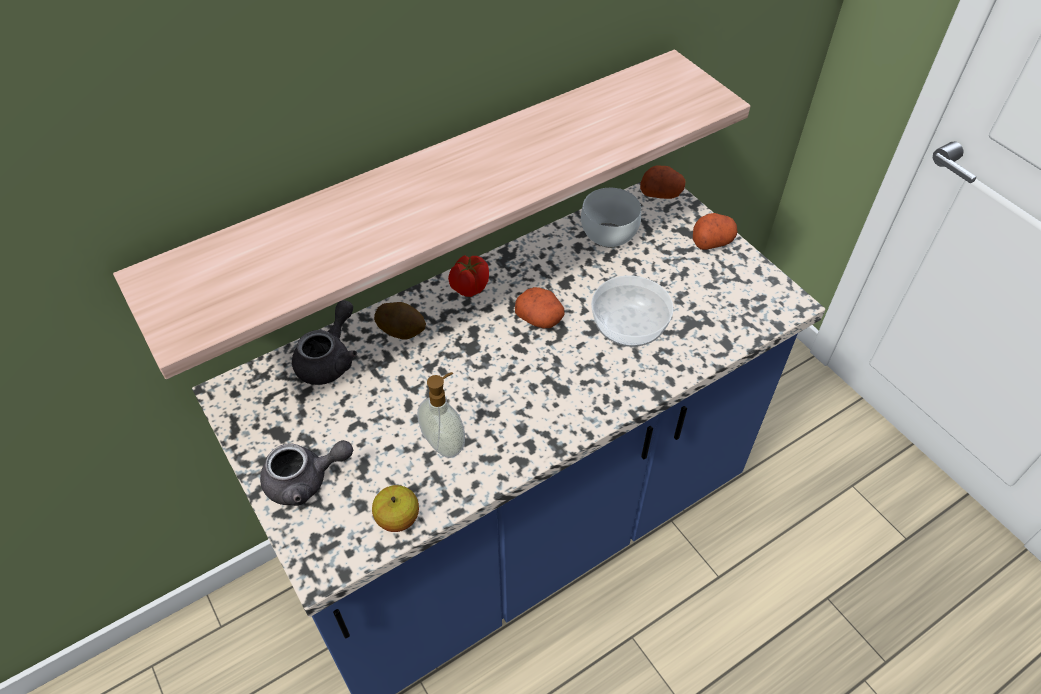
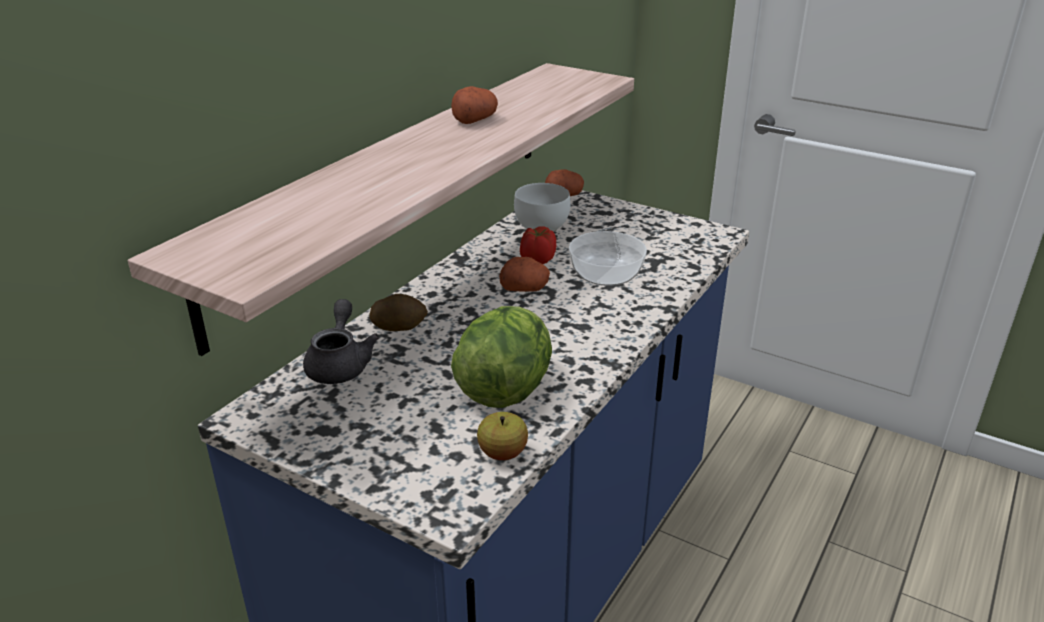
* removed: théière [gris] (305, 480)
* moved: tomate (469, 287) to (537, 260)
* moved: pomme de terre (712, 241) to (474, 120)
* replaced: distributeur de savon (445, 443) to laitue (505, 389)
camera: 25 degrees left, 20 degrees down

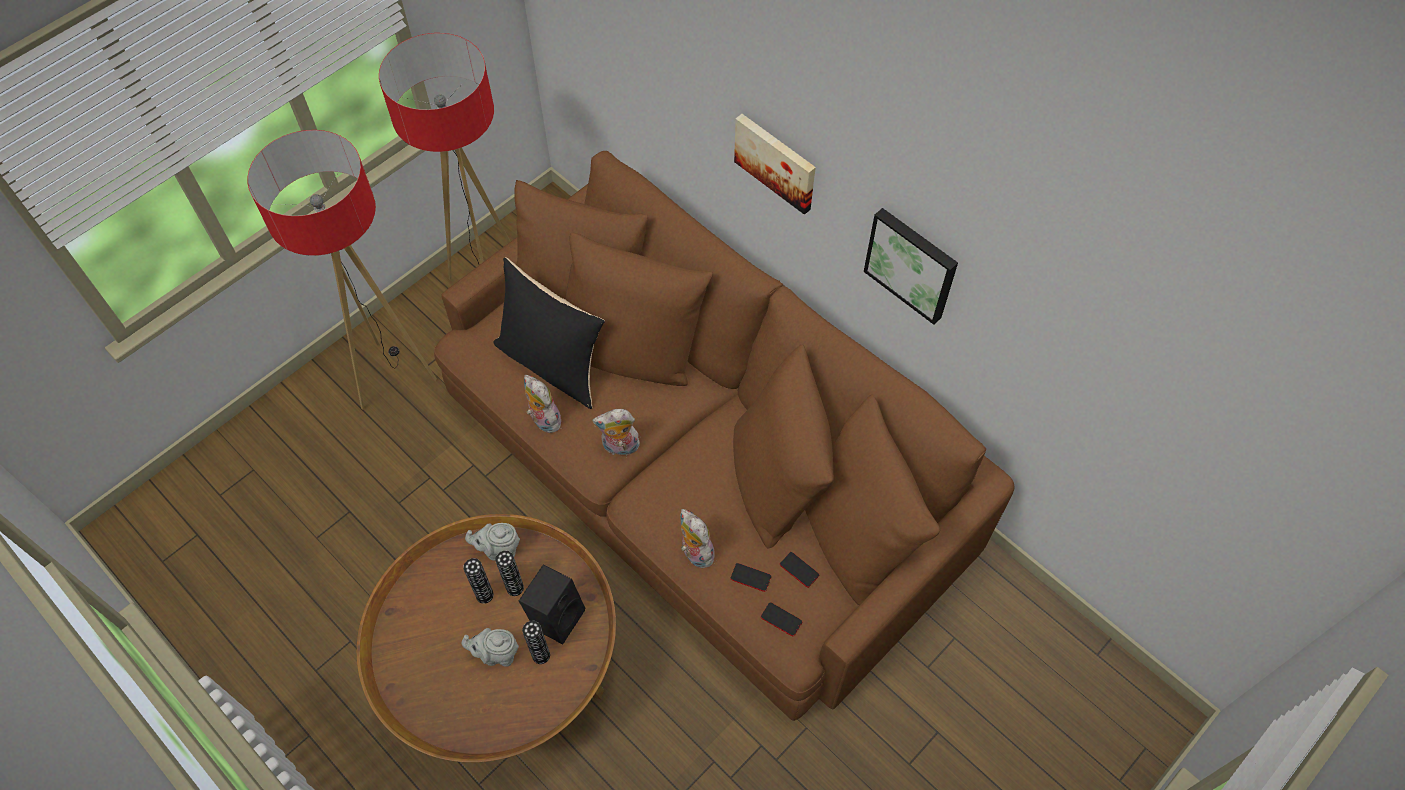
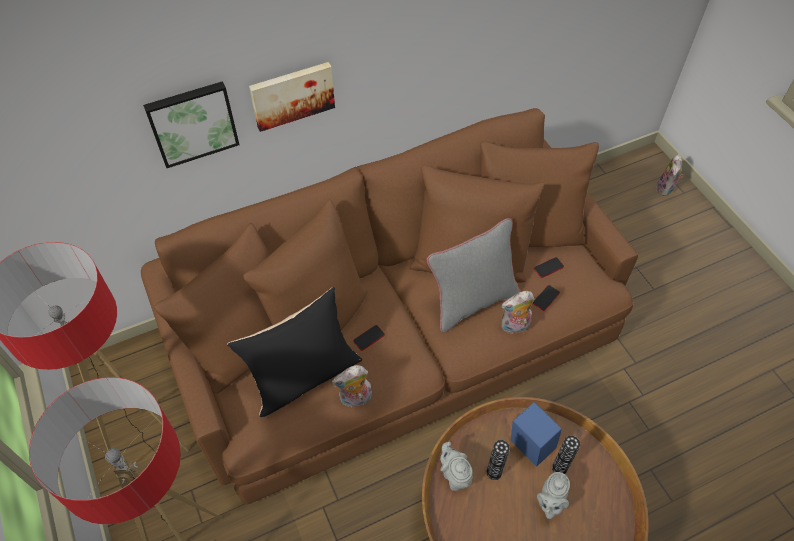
* removed: vase (484, 595)
* added: coussin [gris] (471, 302)
* moved: peluche (620, 447) to (666, 189)
* moved: téléphone (781, 619) to (369, 338)
* moved: tableau (912, 263) to (192, 122)
* recoloured: enceinte [noir] (556, 616) to enceinte [bleu] (528, 447)
* turned: théière [gris] (499, 549) = (455, 475) 135 degrees clockwise
camera: 70 degrees left, 5 degrees down

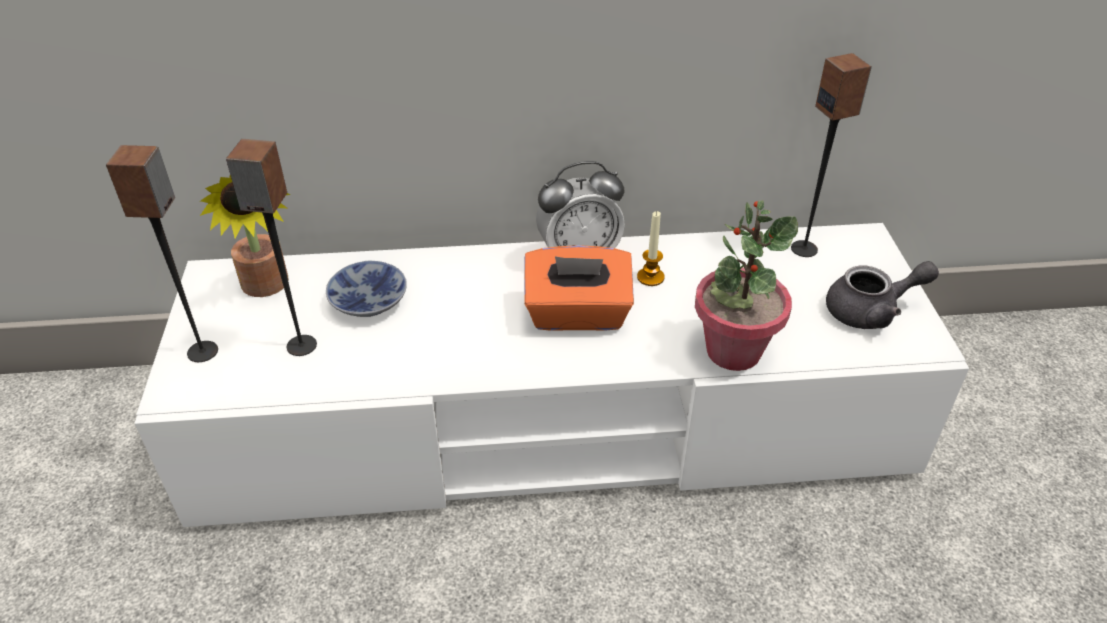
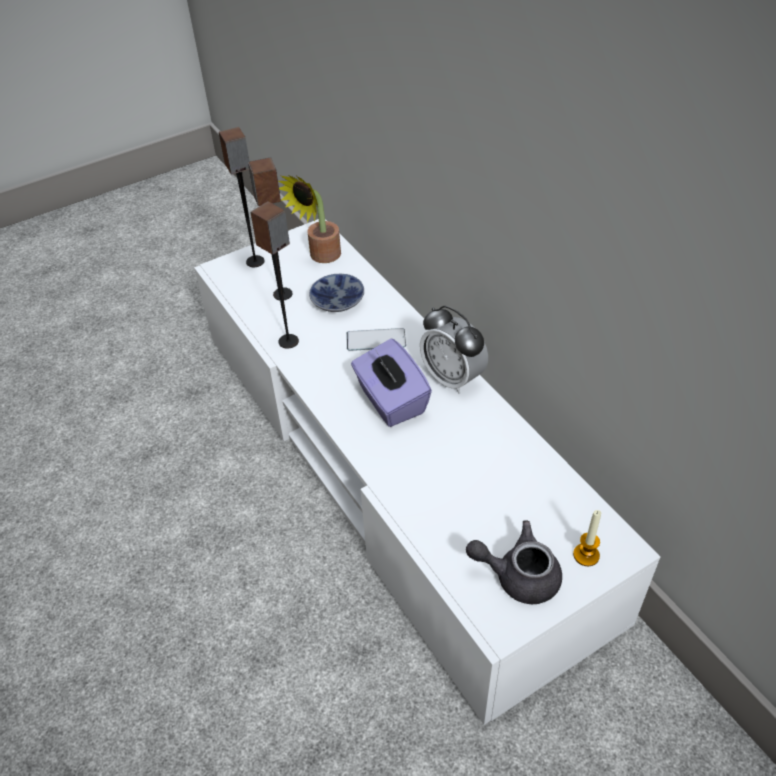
* removed: plante en pot (733, 351)
* added: téléphone (376, 340)
* moved: bougie (650, 277) to (586, 555)
* moved: enceinte (804, 249) to (289, 341)
* recoloured: boîte à mouchoirs [orange] (577, 315) to boîte à mouchoirs [violet] (390, 400)
* turned: théière [gris] (871, 311) = (518, 575) 135 degrees clockwise
camera: 65 degrees right, 5 degrees up

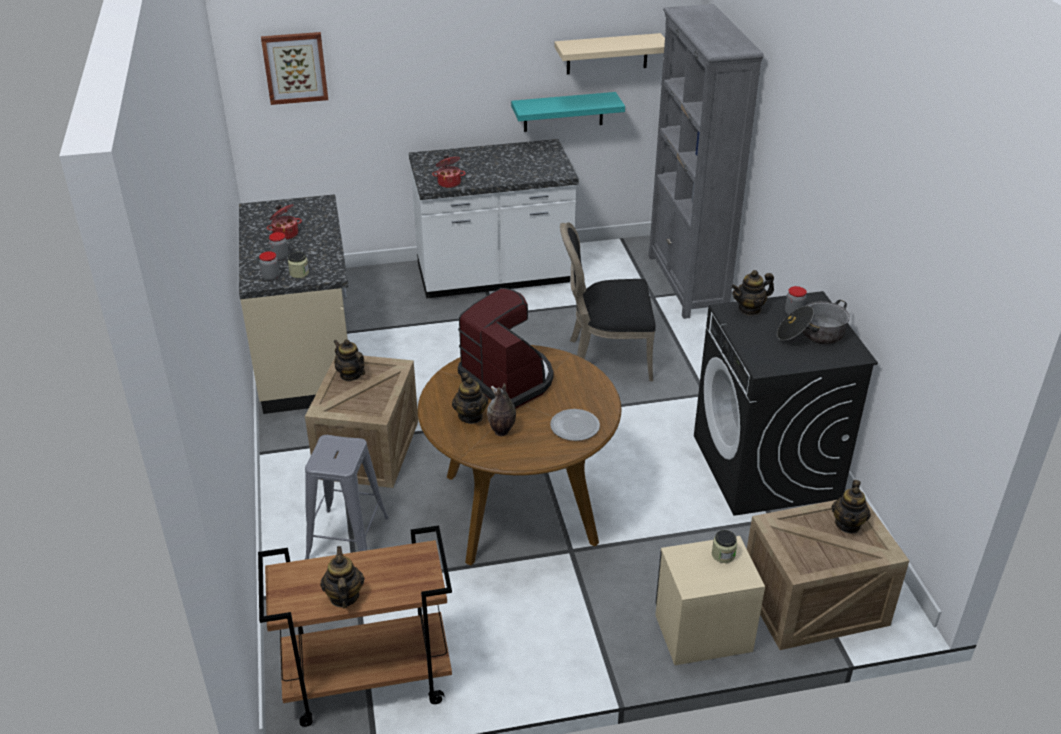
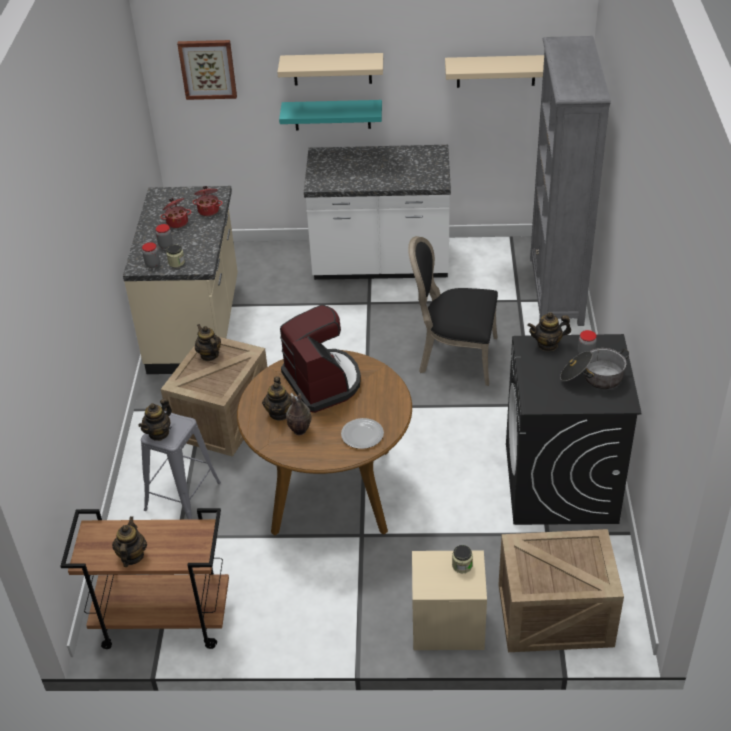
* added: étagère [beige] (332, 69)
* moved: marmite (449, 182) to (208, 210)
* moved: étagère [turquoise] (563, 112) to (332, 115)
* moved: théière (848, 524) to (159, 433)
camera: 15 degrees right, 5 degrees up

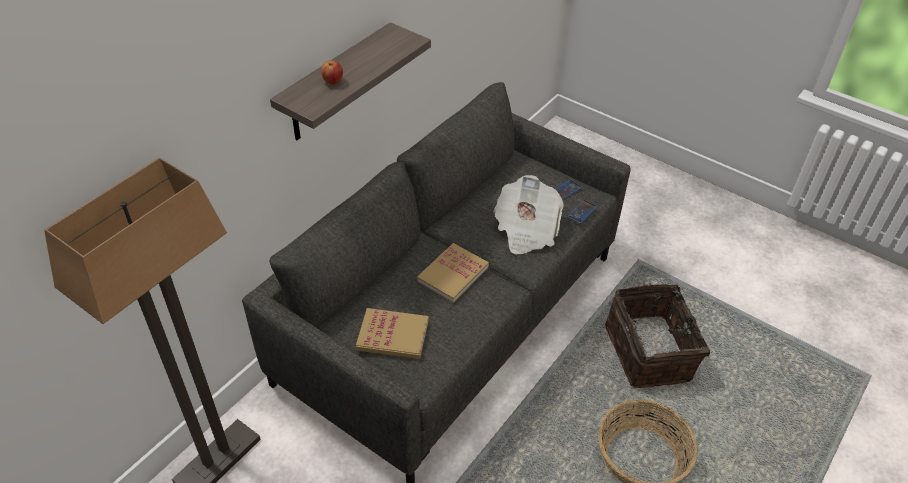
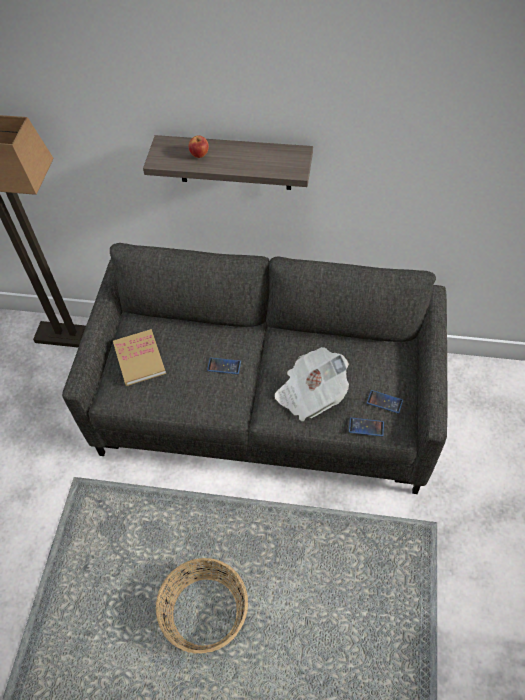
* removed: panier (651, 352)
* replaced: livre (452, 274) to téléphone (224, 366)
camera: 65 degrees right, 10 degrees up

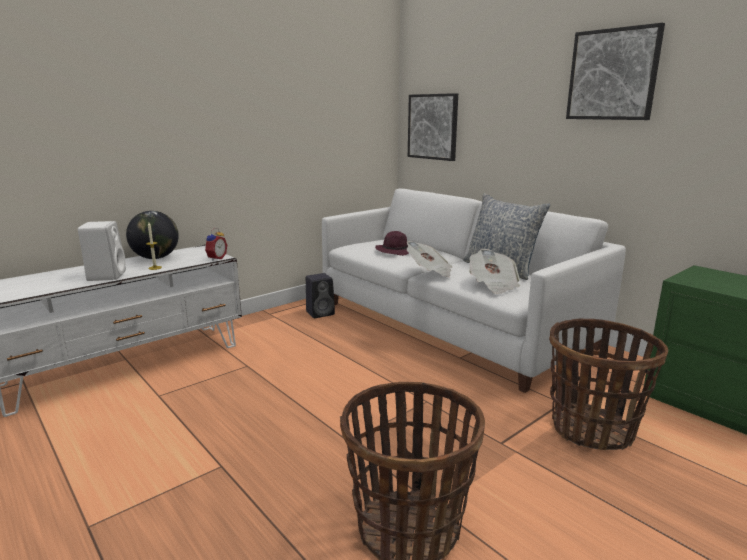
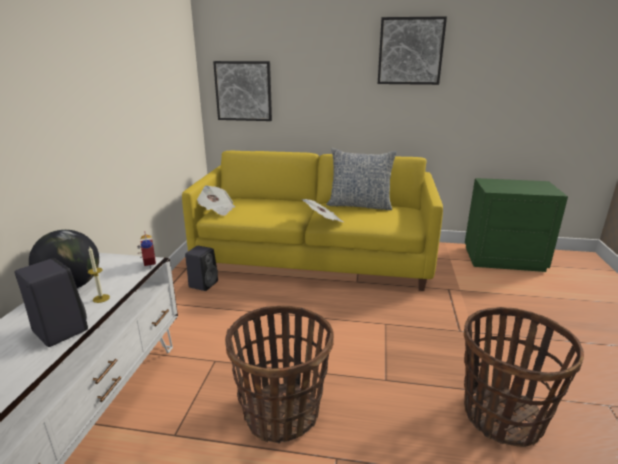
* removed: chapeau [violet] (395, 251)
* moved: journal (493, 285) to (216, 210)
* moved: panier (592, 429) to (282, 413)
* recoloured: enceinte [blanc] (106, 275) to enceinte [noir] (59, 330)
* recoloured: canapé [blanc] (451, 324) to canapé [jaune] (315, 257)
camera: 40 degrees left, 5 degrees up

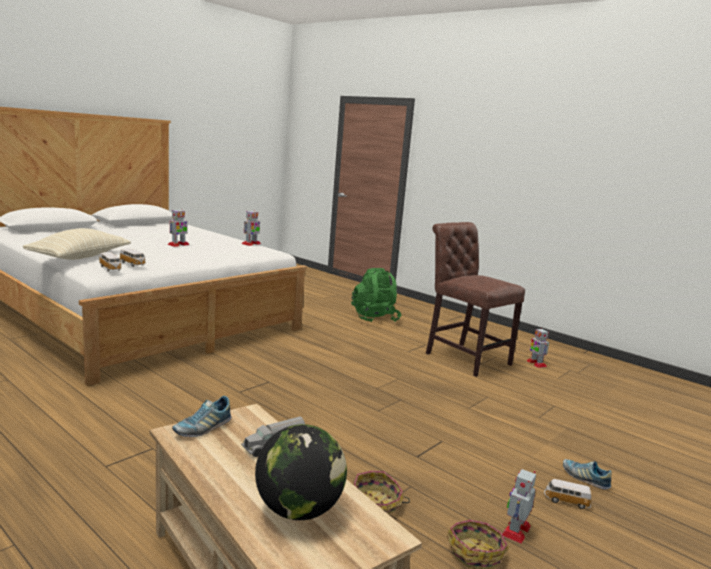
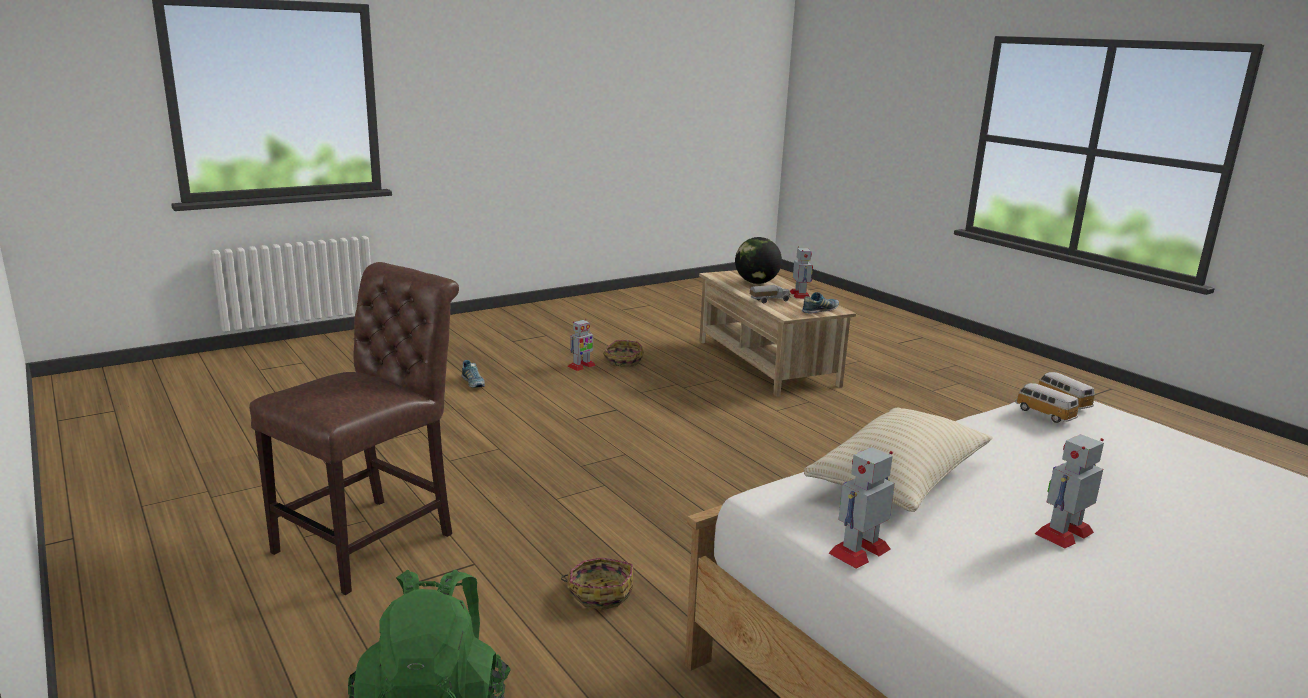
* removed: petite voiture (566, 501)
* moved: coussin [beige] (79, 257) to (898, 481)
* moved: panier (376, 503) to (600, 592)
* moved: robot jouet (536, 363) to (800, 295)
* turned: chaise [marron] (464, 357) = (373, 539) 120 degrees counterclockwise
camera: 165 degrees left, 5 degrees up

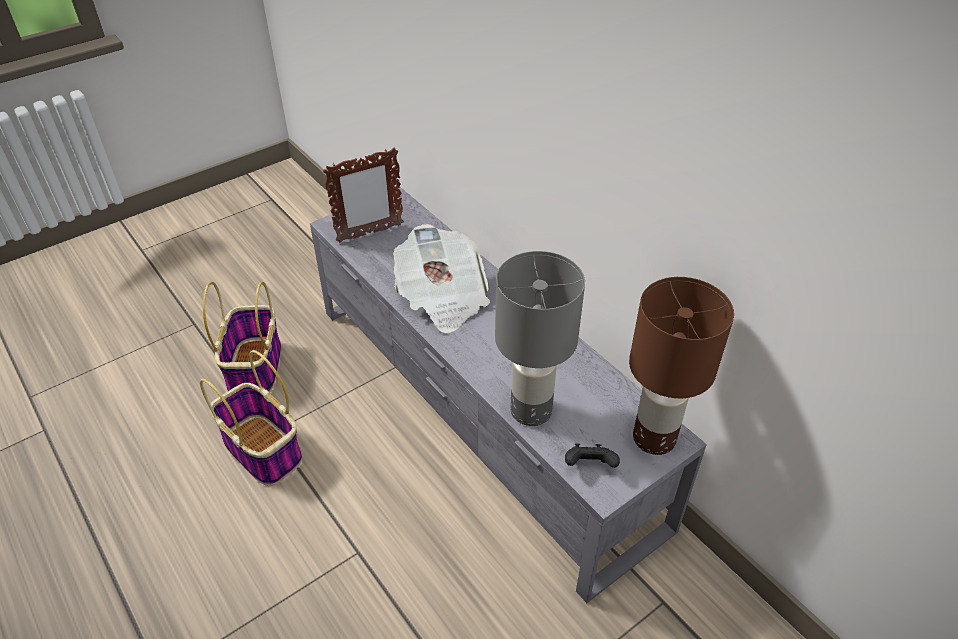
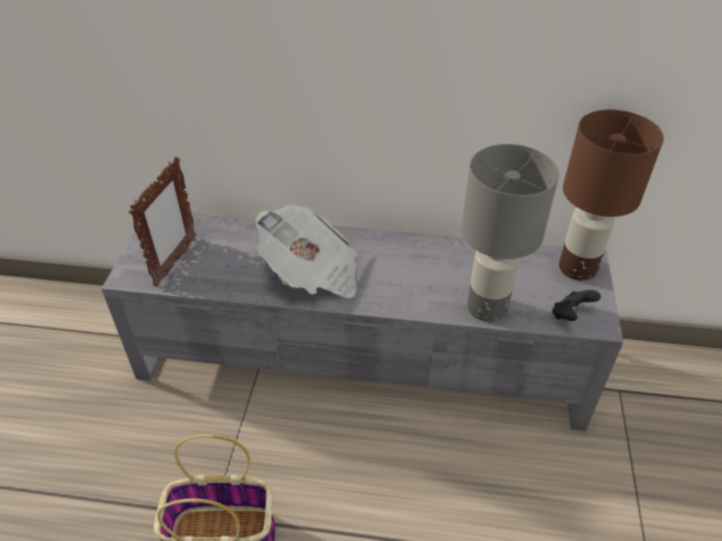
* removed: panier (255, 367)
camera: 45 degrees left, 0 degrees up

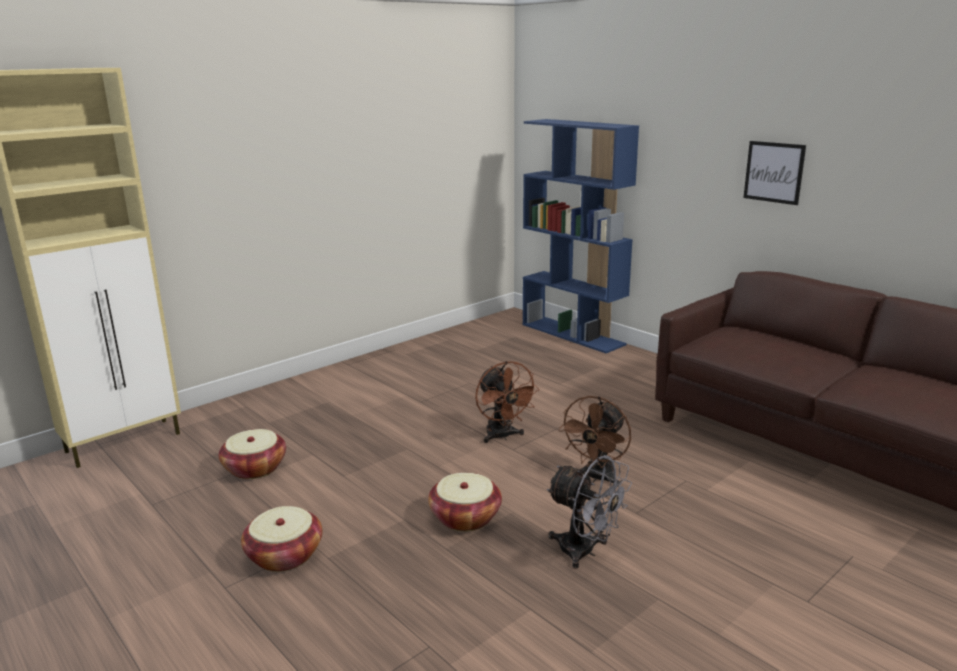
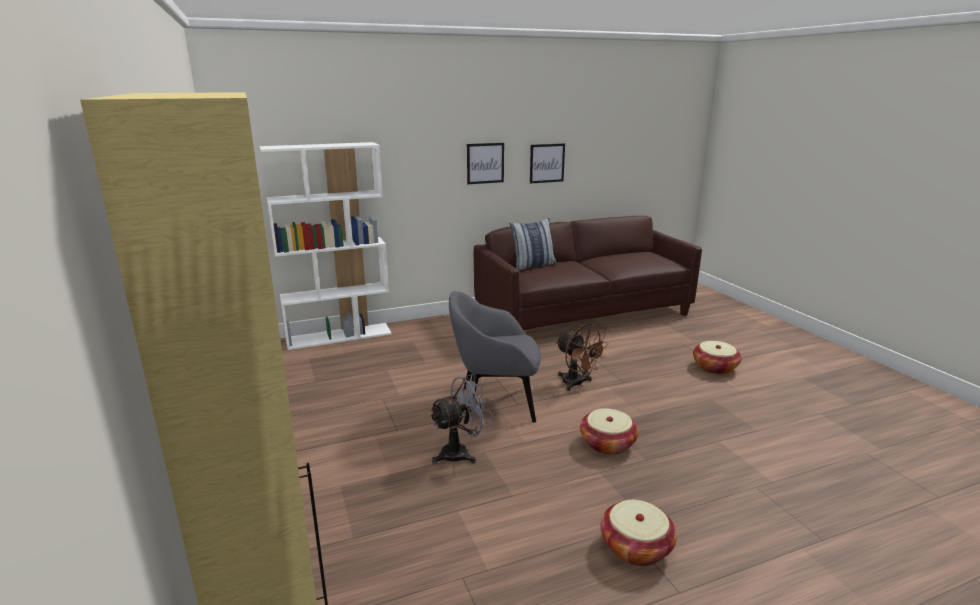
* added: coussin (533, 265)
* added: tableau (547, 163)
* moved: panier (255, 468) to (715, 368)
* moved: ventilateur [gris] (585, 552) to (461, 453)
* replaced: ventilateur [marron] (502, 436) to fauteuil [gris] (495, 404)
* recoloured: bibliothèque [bleu] (573, 334) to bibliothèque [blanc] (339, 336)
camera: 70 degrees left, 0 degrees up

